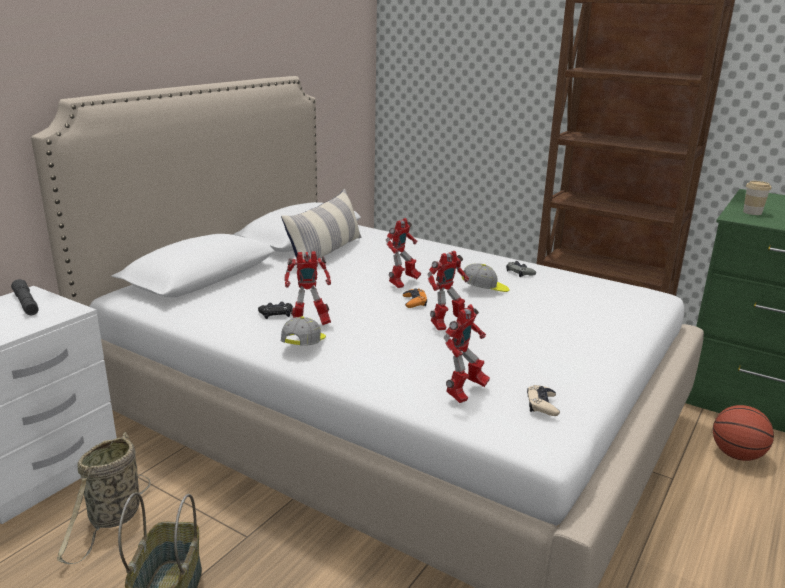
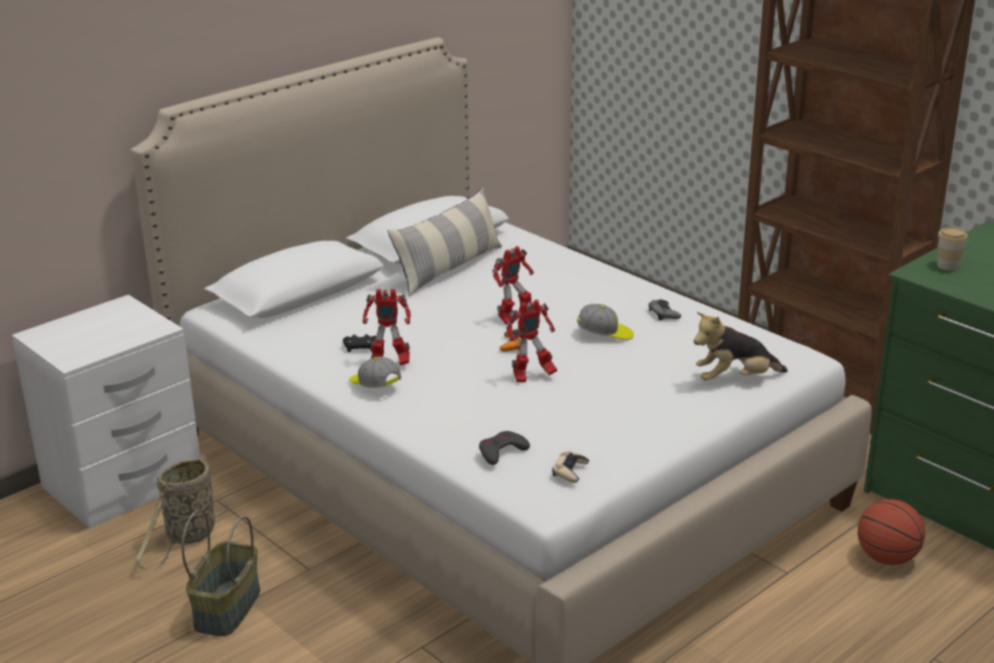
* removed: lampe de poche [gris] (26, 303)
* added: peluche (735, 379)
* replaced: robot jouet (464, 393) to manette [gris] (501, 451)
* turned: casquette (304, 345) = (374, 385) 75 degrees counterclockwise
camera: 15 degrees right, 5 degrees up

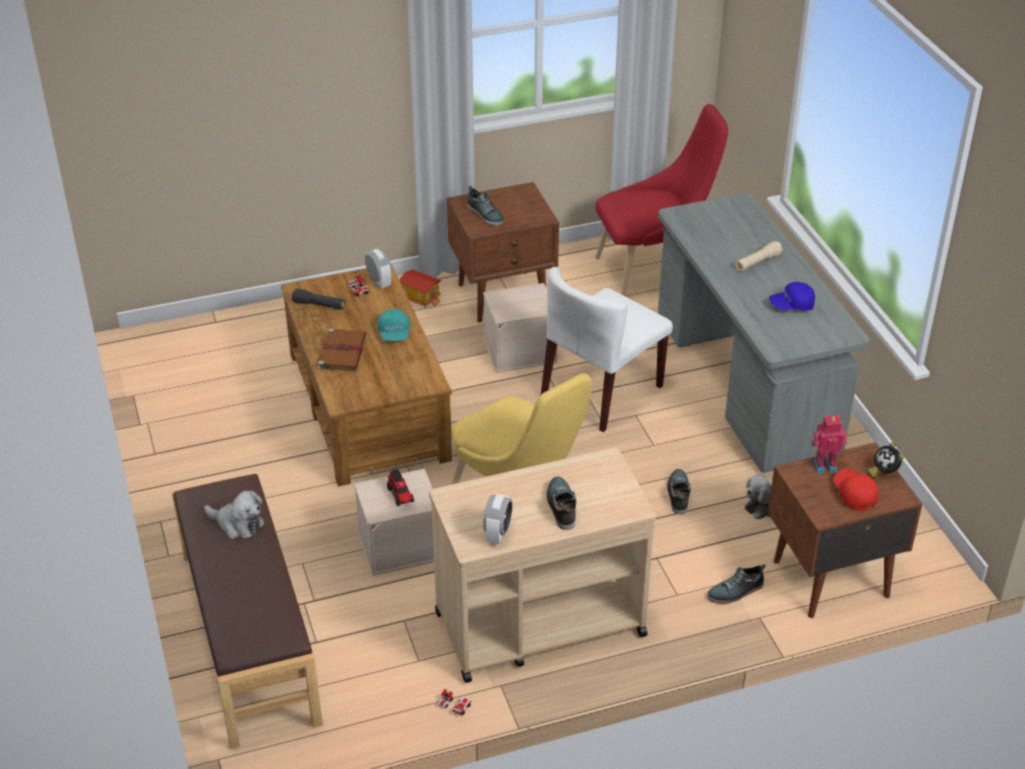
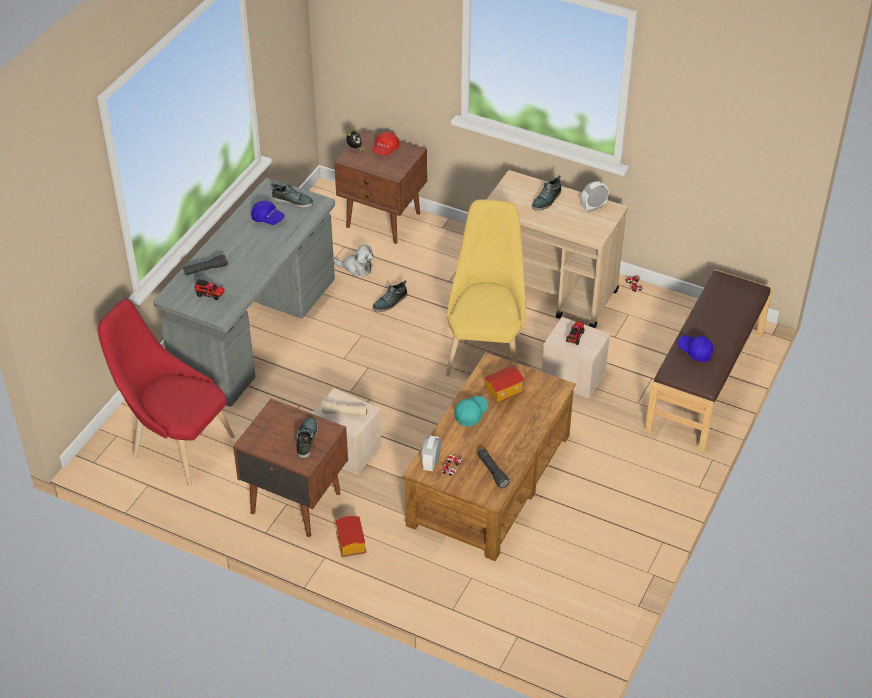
* removed: livre [marron] (343, 351)
* removed: chaise [blanc] (601, 392)
* removed: robot jouet (824, 465)
* added: lampe de poche [noir] (206, 270)
* added: camion jouet (210, 294)
* added: maison miniature (503, 392)
* moved: chaussure (736, 591) to (293, 200)
* moved: lampe de poche [beige] (757, 262) to (344, 413)
* replaced: peluche (238, 524) to casquette [bleu] (695, 351)
camera: 135 degrees left, 5 degrees up

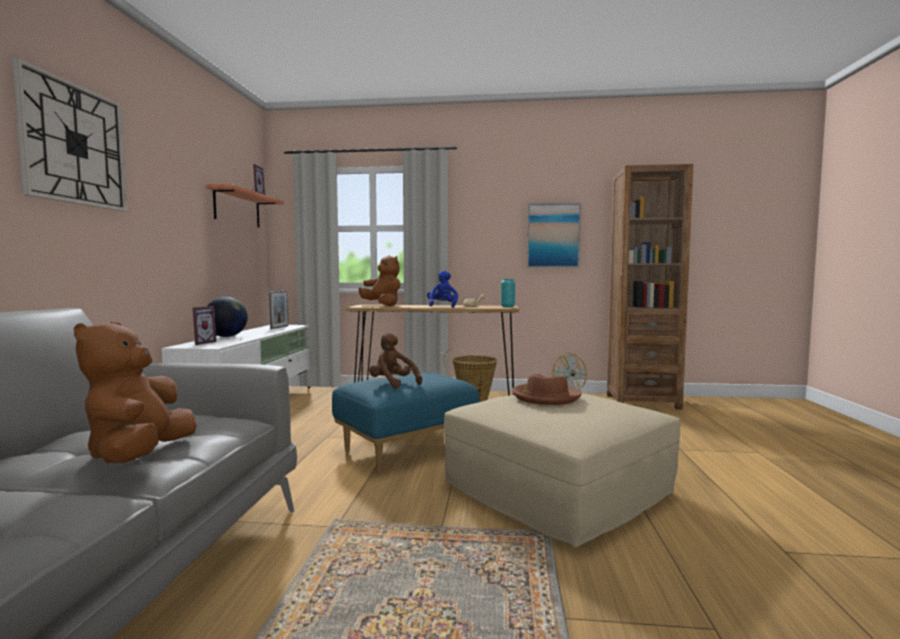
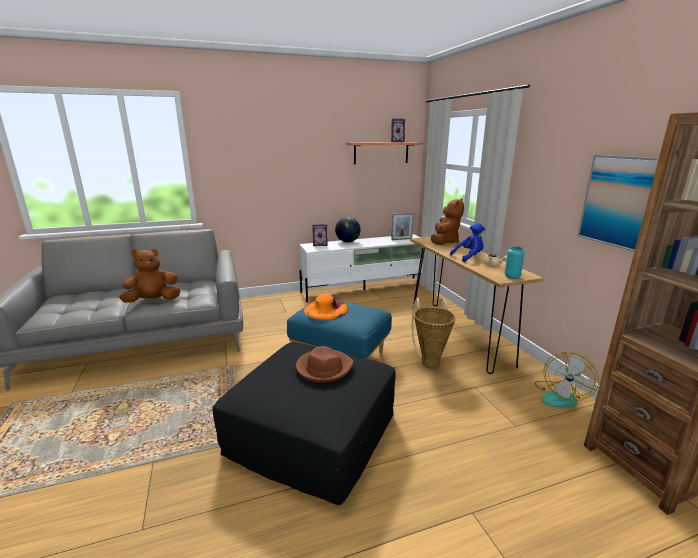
* removed: horloge murale (74, 144)
* replaced: peluche [marron] (393, 384) to chapeau [orange] (326, 309)
* recoloured: pouf [beige] (557, 488) to pouf [noir] (311, 434)
camera: 65 degrees right, 15 degrees up

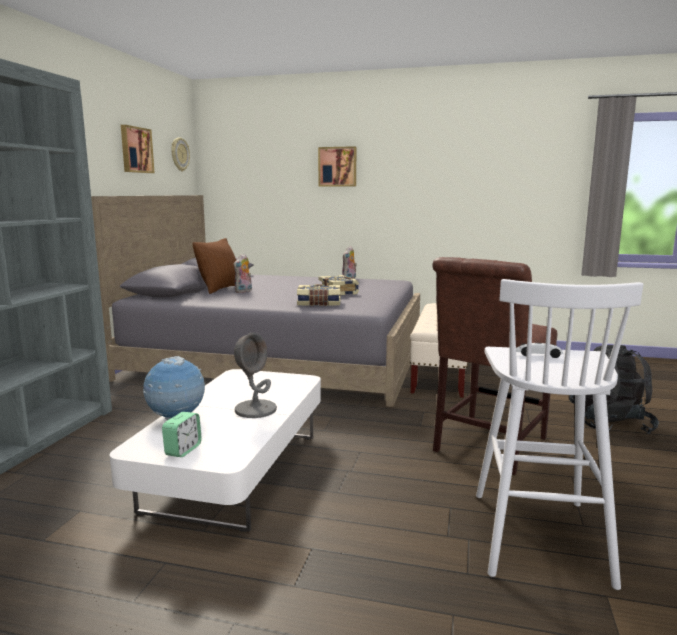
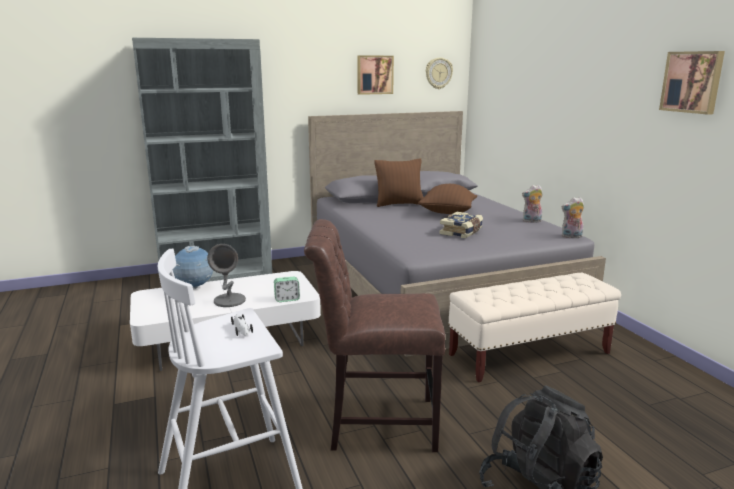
* removed: livre (319, 303)
* added: coussin [marron] (447, 213)
* moved: réveil (183, 450) to (287, 299)
* moved: peluche (243, 291) to (571, 237)
* moved: tableau (337, 166) to (692, 82)
camera: 55 degrees right, 5 degrees up

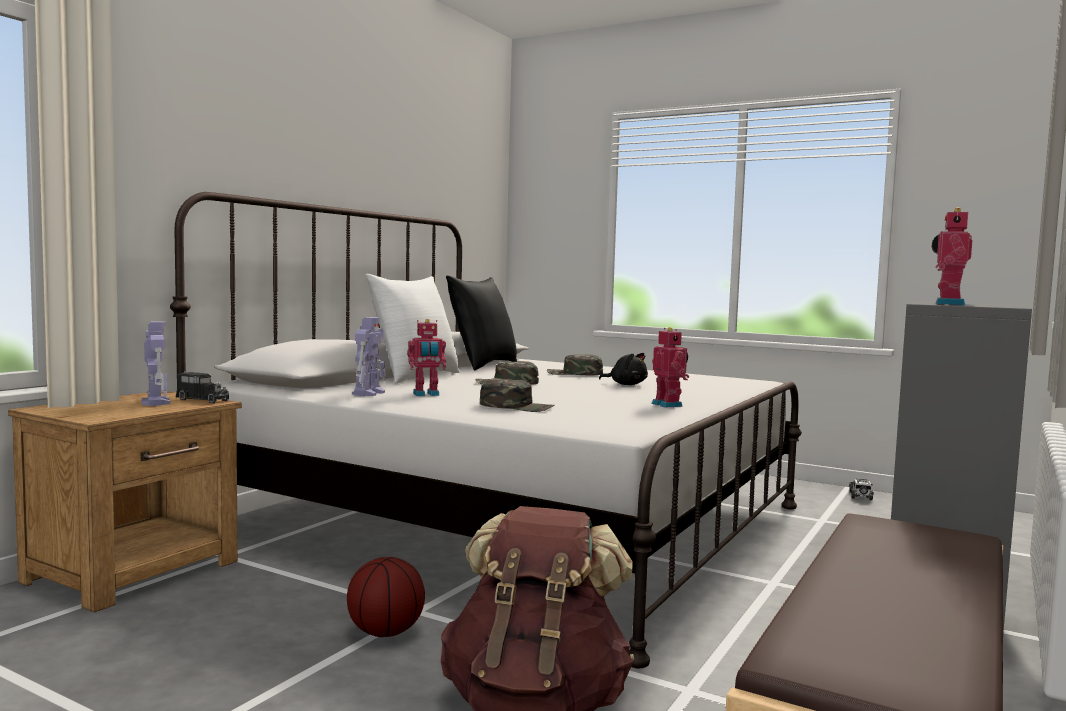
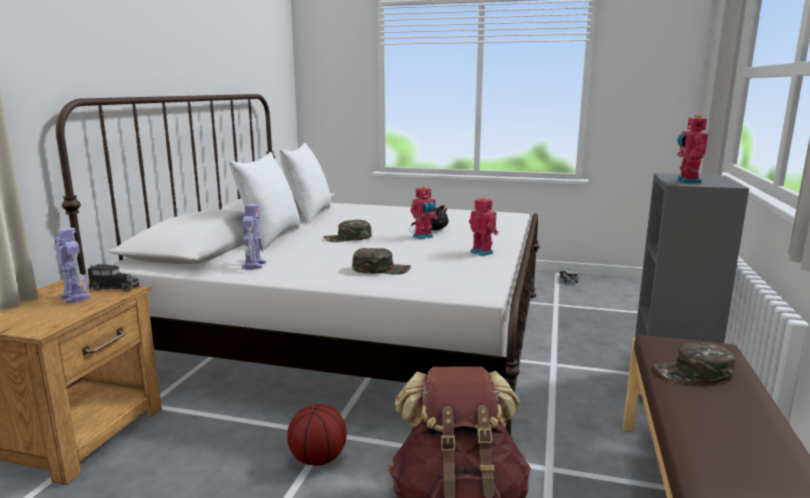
* moved: robot jouet (426, 394) to (424, 237)
* moved: casquette [vert] (574, 374) to (693, 372)
* recoloured: coussin [noir] (482, 365) to coussin [blanc] (308, 215)
camera: 15 degrees left, 10 degrees up

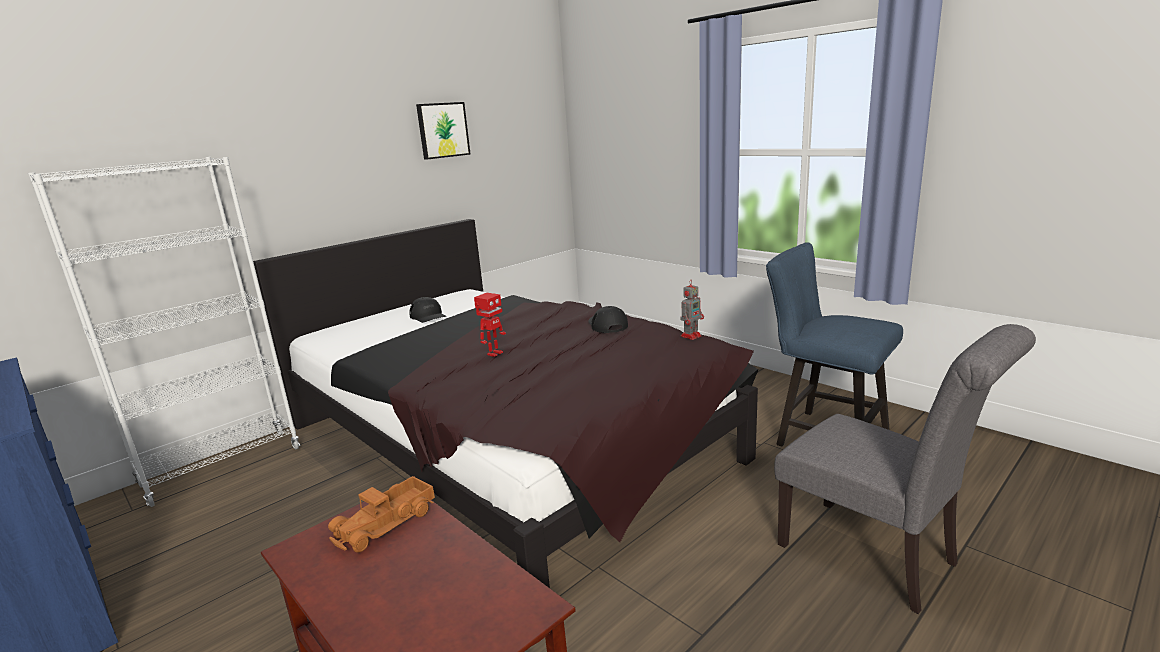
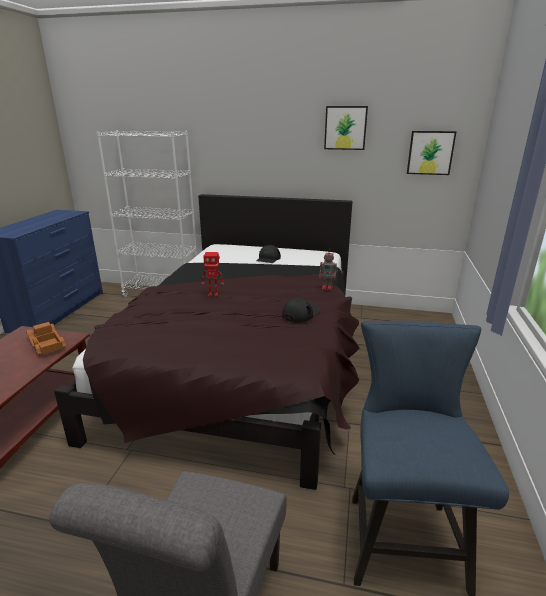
* added: tableau (430, 152)
* moved: robot jouet (691, 336) to (327, 287)
* turned: camion jouet (386, 524) = (46, 344) 45 degrees clockwise
camera: 55 degrees right, 5 degrees up

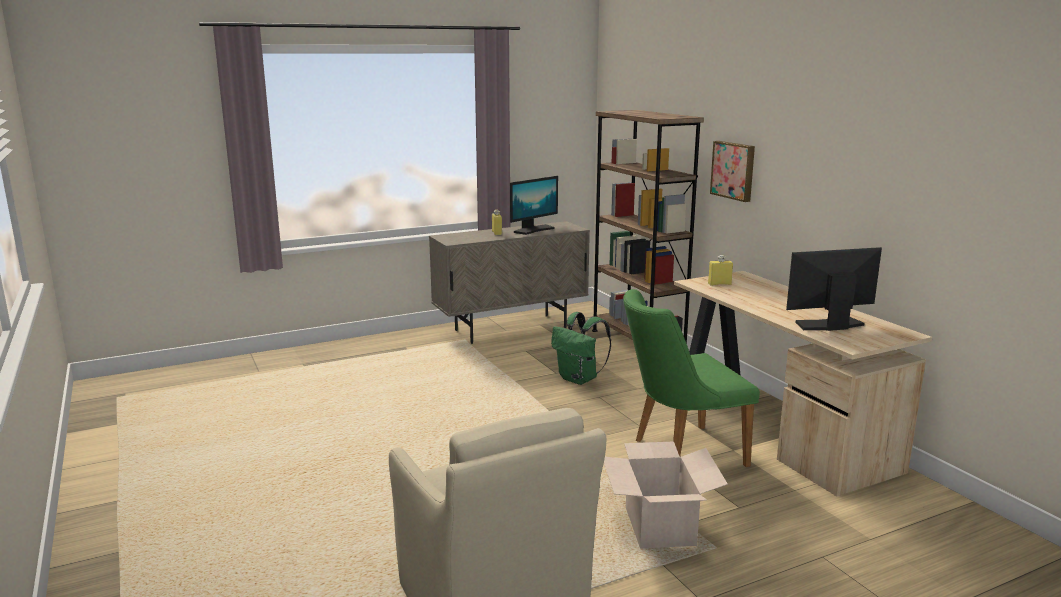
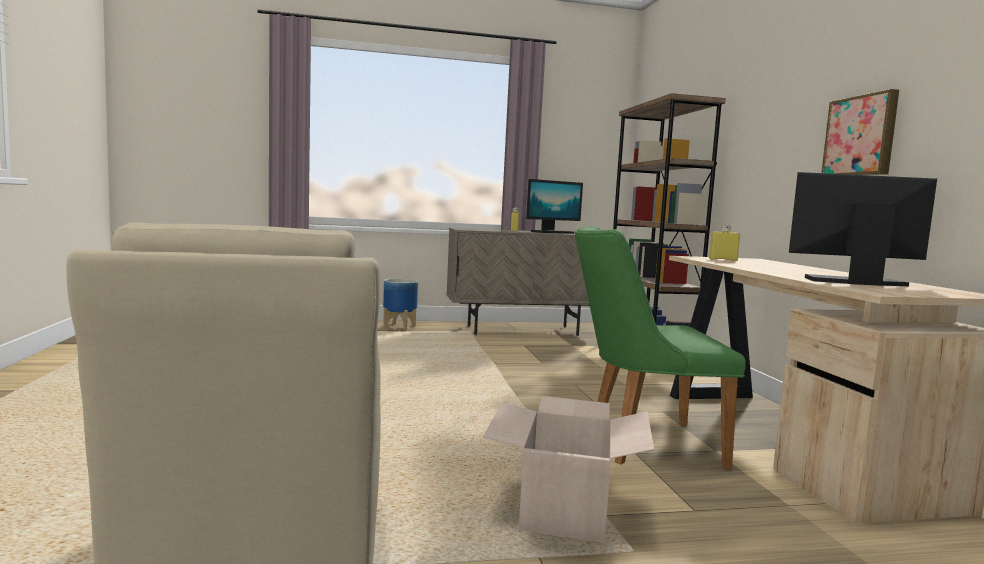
* removed: sac à dos [vert] (579, 379)
* added: cache-pot (399, 327)
* moved: tableau (734, 170) to (861, 136)
camera: 15 degrees right, 10 degrees down

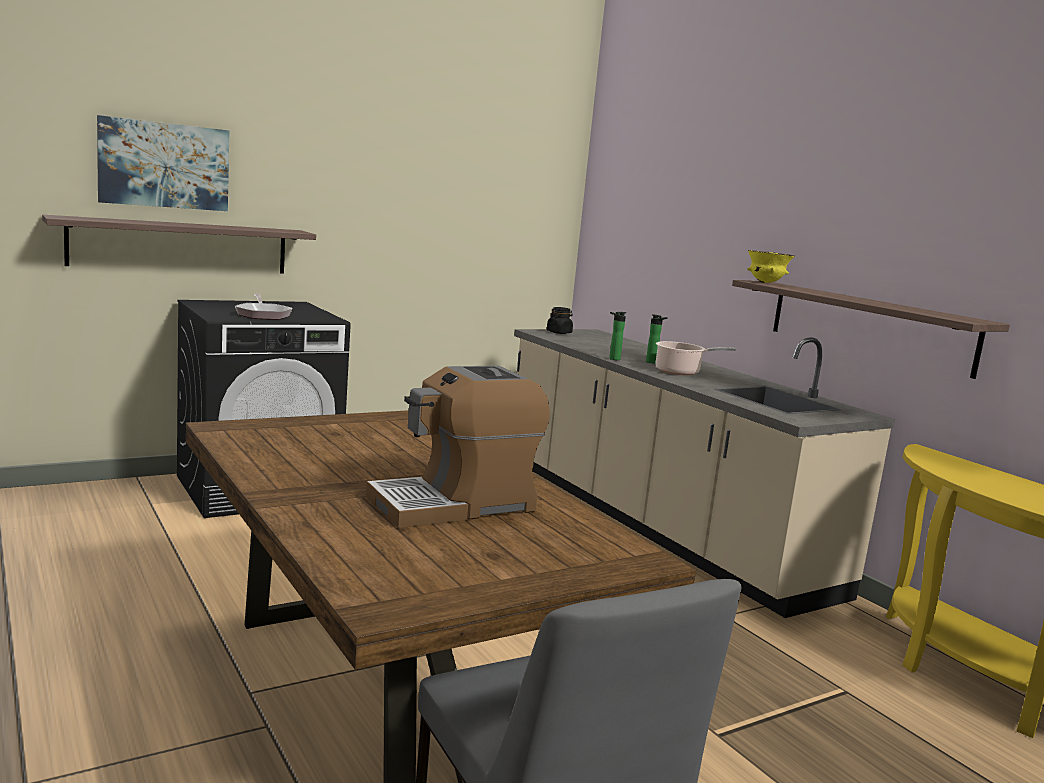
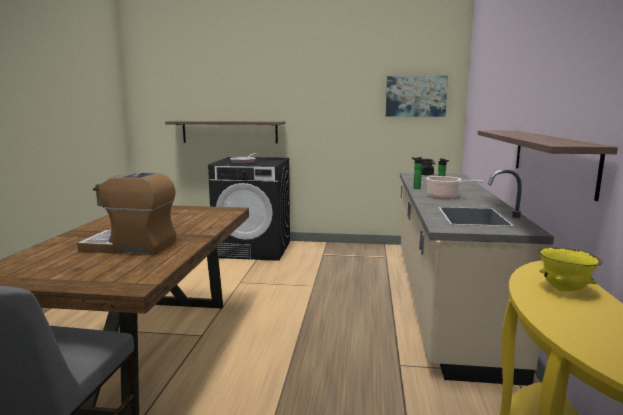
* moved: tableau (164, 165) to (416, 96)
* moved: bol [jaune] (766, 283) to (564, 290)
camera: 40 degrees right, 0 degrees up

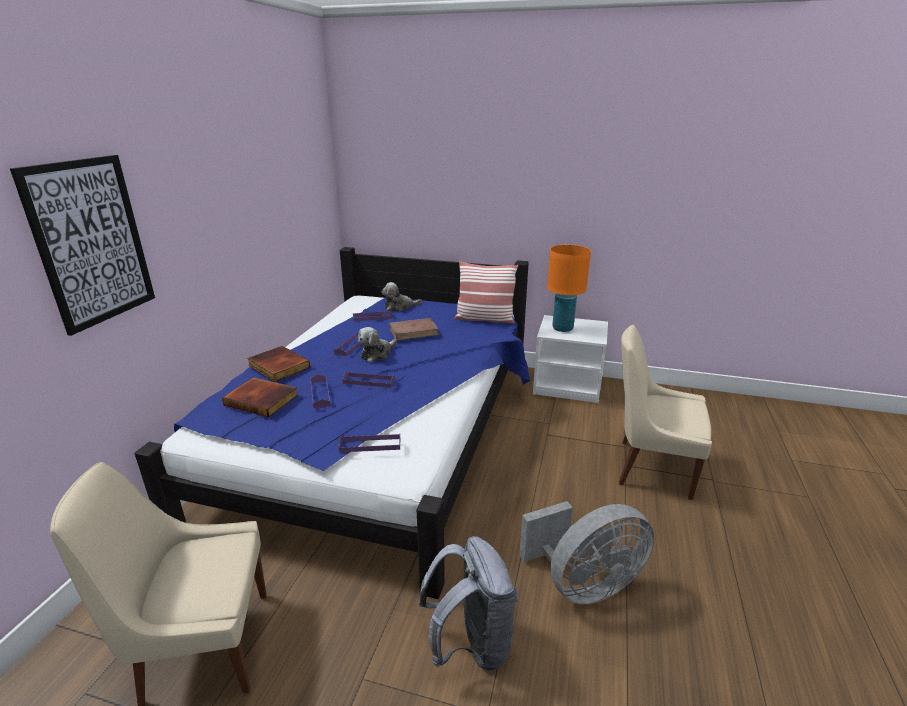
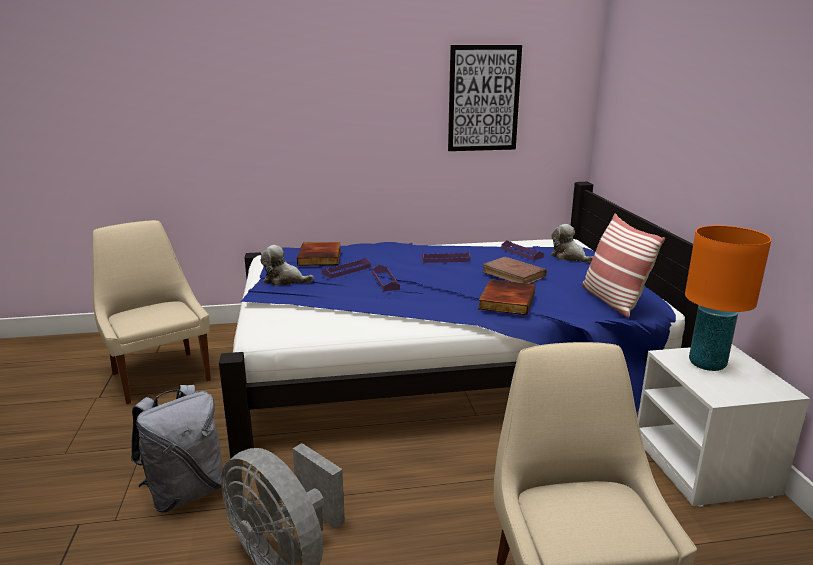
* removed: plateau [violet] (370, 445)
* moved: tableau (91, 242) to (483, 98)
* moved: livre (277, 366) to (505, 300)
* moved: peluche (377, 354) to (284, 280)
camera: 65 degrees right, 5 degrees down

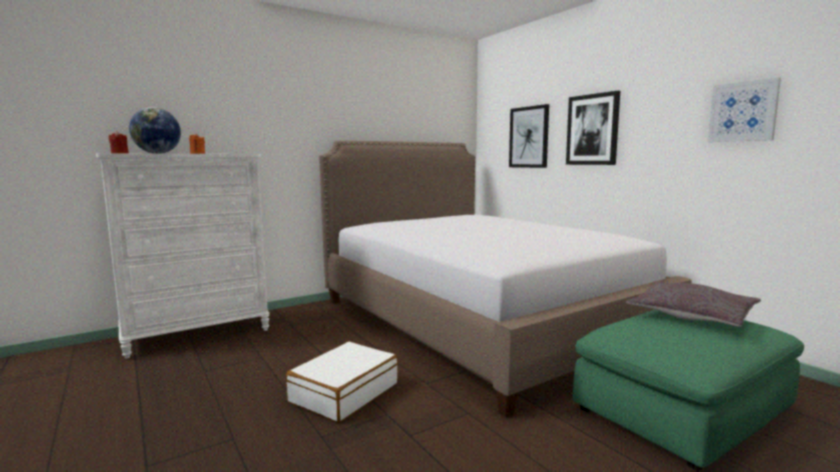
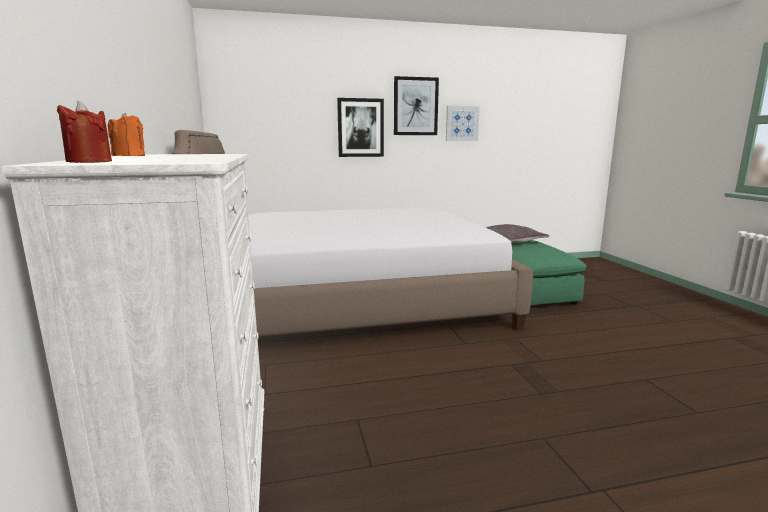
* removed: globe (157, 153)
* removed: valise [blanc] (344, 392)
* moved: tableau (529, 137) to (415, 106)
camera: 70 degrees left, 5 degrees up

